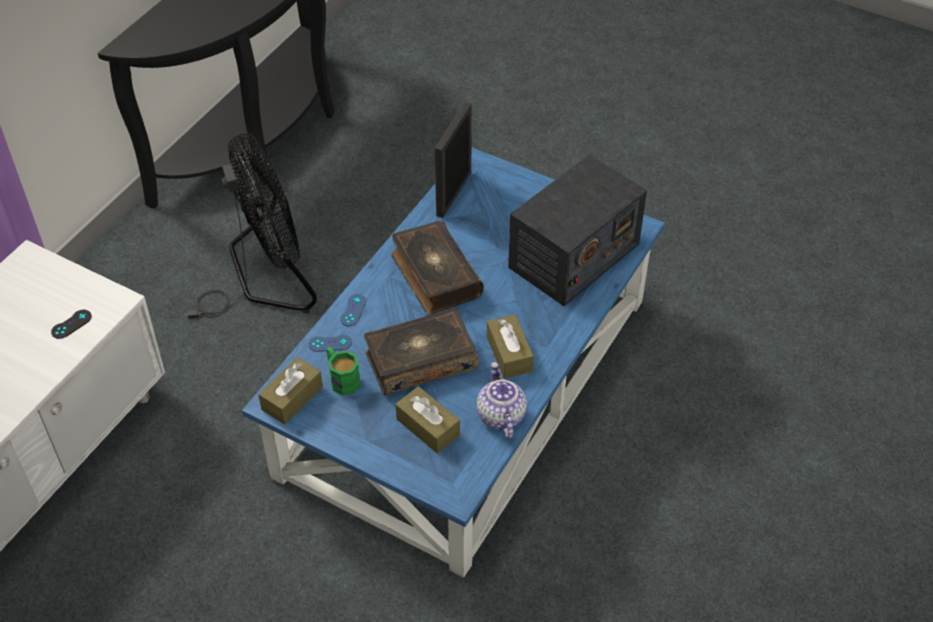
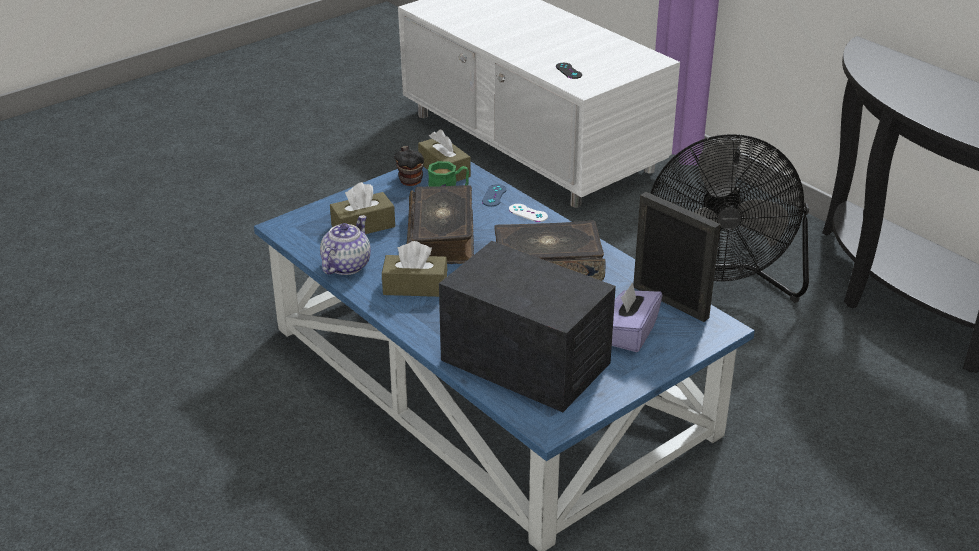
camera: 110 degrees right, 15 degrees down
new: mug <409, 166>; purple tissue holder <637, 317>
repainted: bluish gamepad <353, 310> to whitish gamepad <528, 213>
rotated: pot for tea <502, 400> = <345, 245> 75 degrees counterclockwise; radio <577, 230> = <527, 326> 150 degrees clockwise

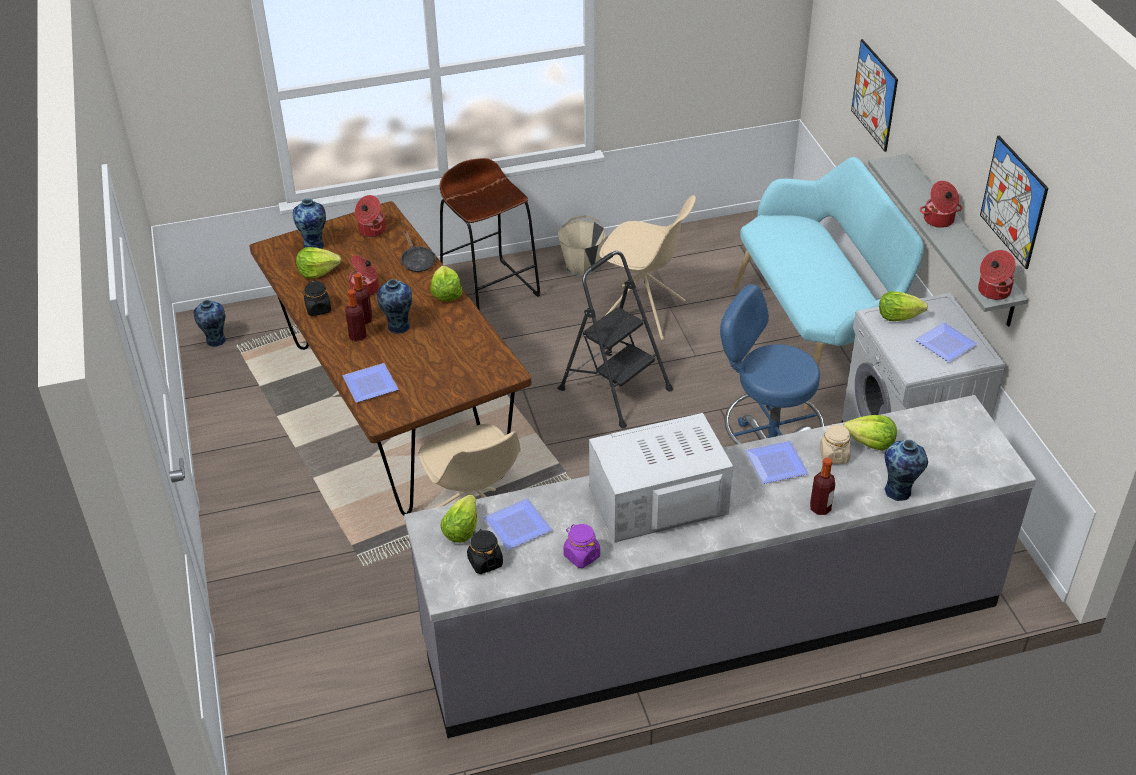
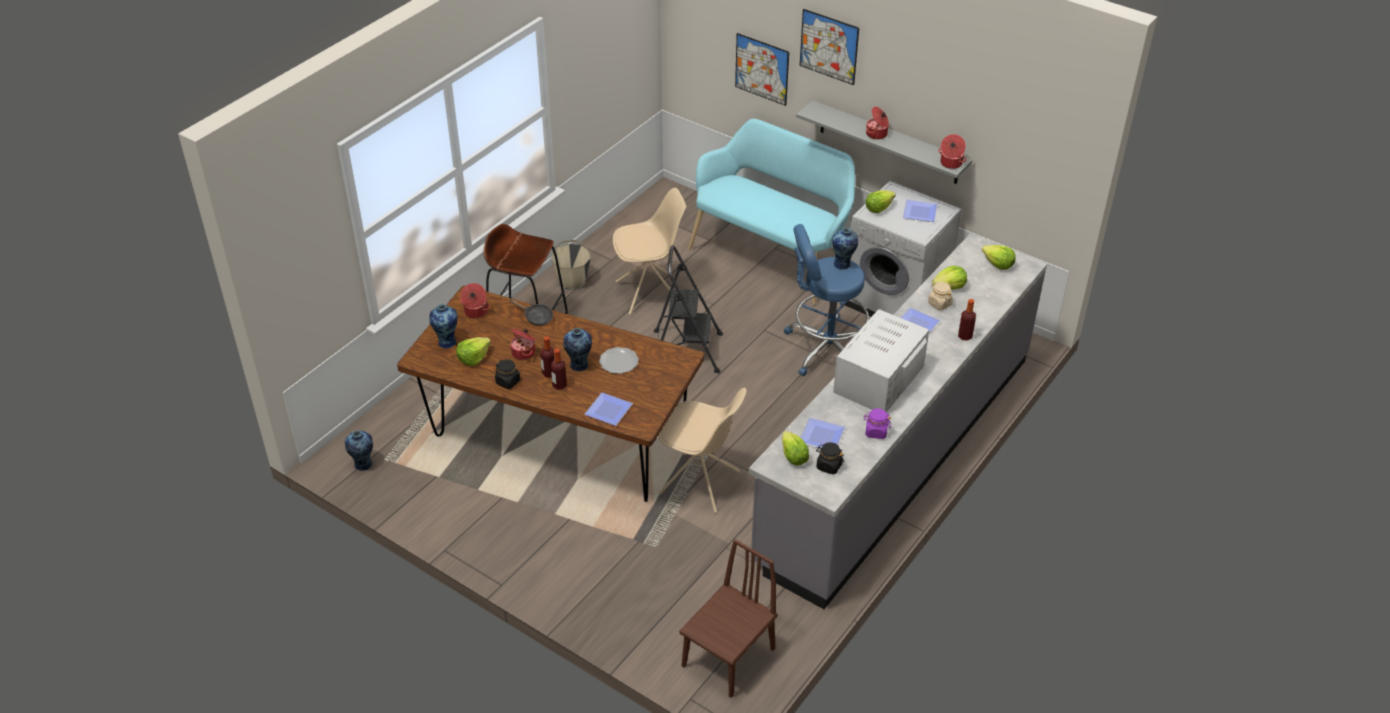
camera: 40 degrees left, 0 degrees up
new: dinner plate <619, 360>; brown-coloured chair <728, 618>
shifted: head of lettuce <446, 283> to <999, 257>; vase <906, 470> to <845, 248>; wall art <1014, 202> to <829, 47>

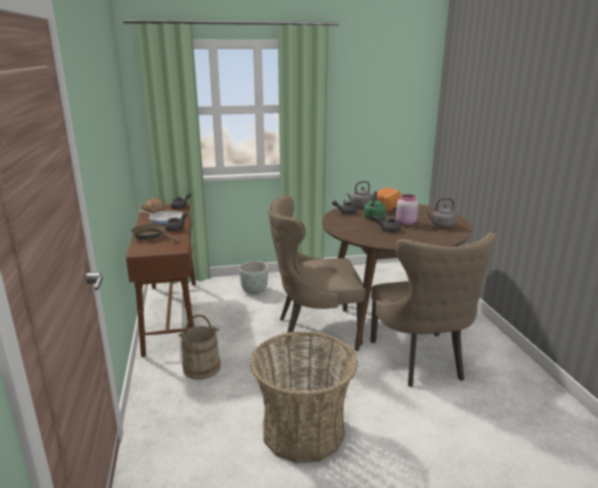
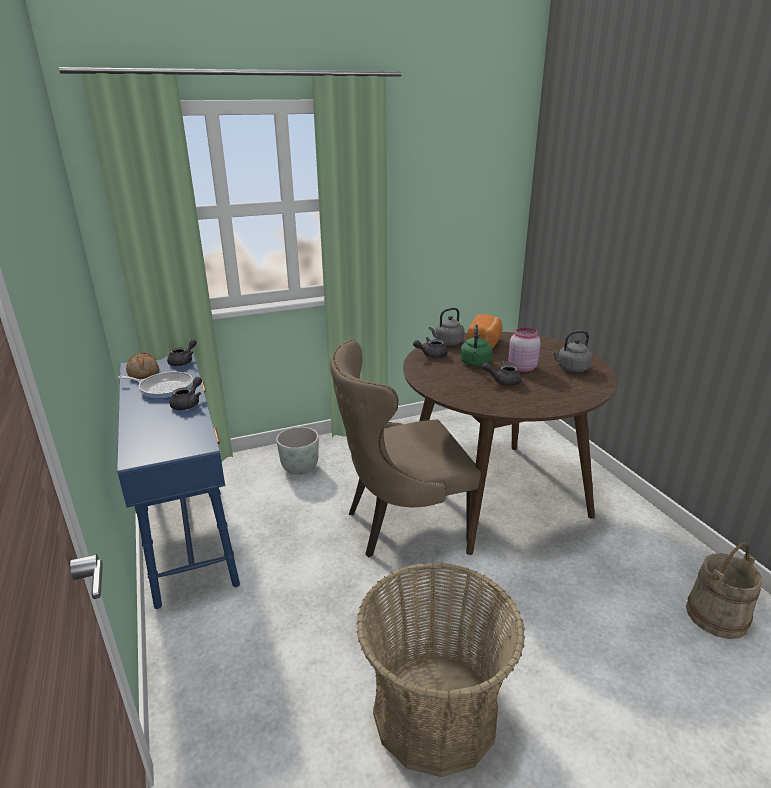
camera: 10 degrees left, 5 degrees up
gone: brown-coloured pan <156, 233>; beige chair <433, 309>
shifted: beige bucket <199, 347> to <724, 591>
repainted: brown-coloured narrow table <161, 280> to bluish narrow table <178, 481>

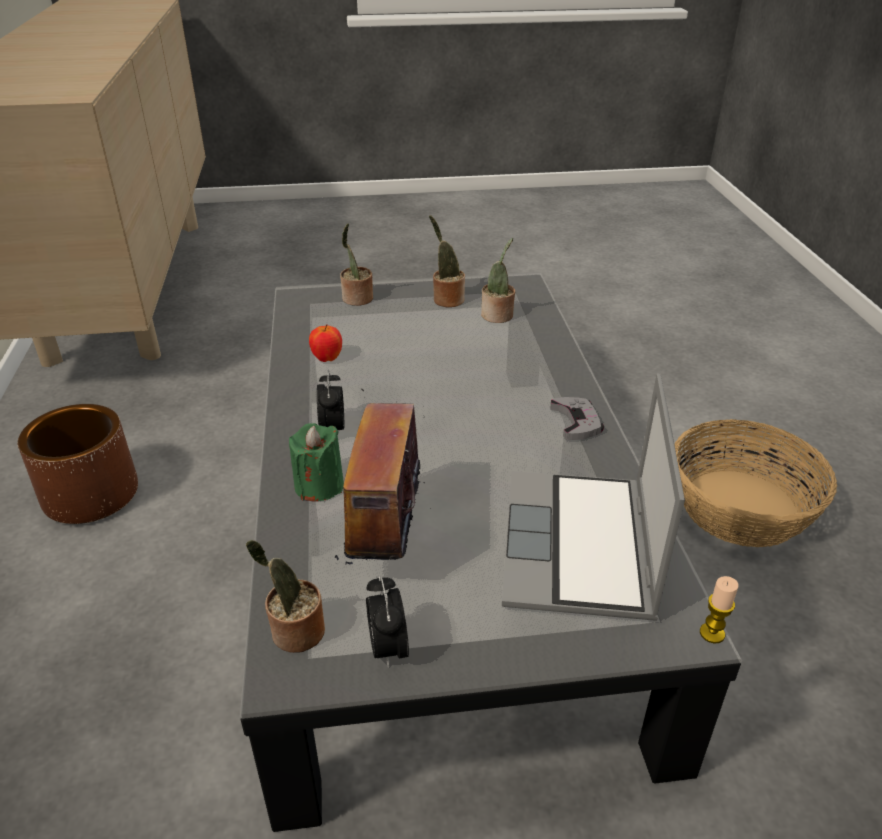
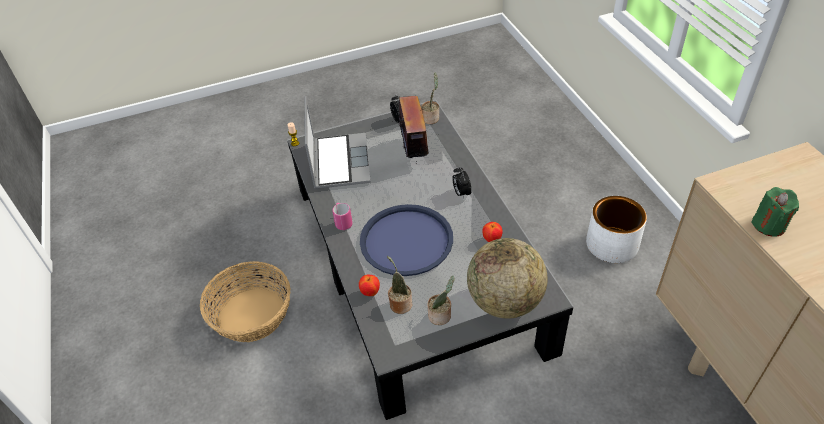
camera: 170 degrees right, 10 degrees up
new: apple <369, 285>; bluish tray <406, 240>
shifted: green wax light <316, 462> to <775, 212>
swapped: plant in a pot <356, 264> to world globe <507, 278>; greyish gamepad <577, 418> to pink mug <342, 216>
repainted: brown-coloured flower pot <78, 464> to whitish flower pot <616, 229>

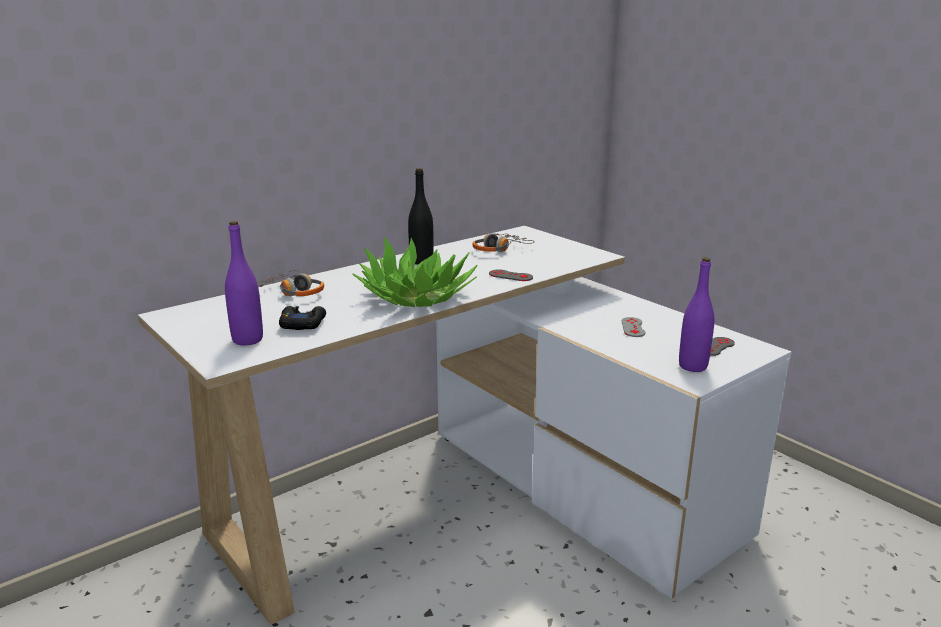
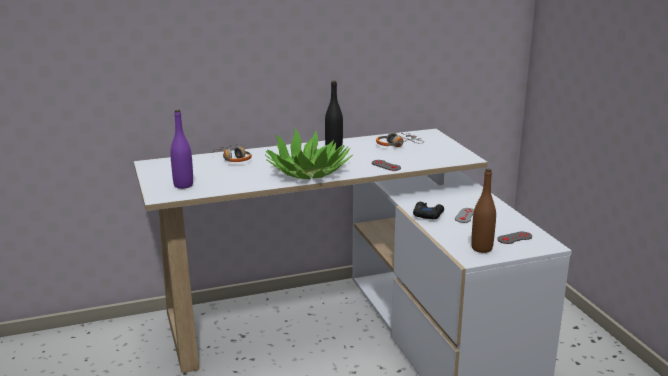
camera: 20 degrees right, 0 degrees up
shifted: black-coloured gamepad <302, 318> to <428, 210>
repainted: purple bottle <697, 314> to brown-coloured bottle <483, 210>

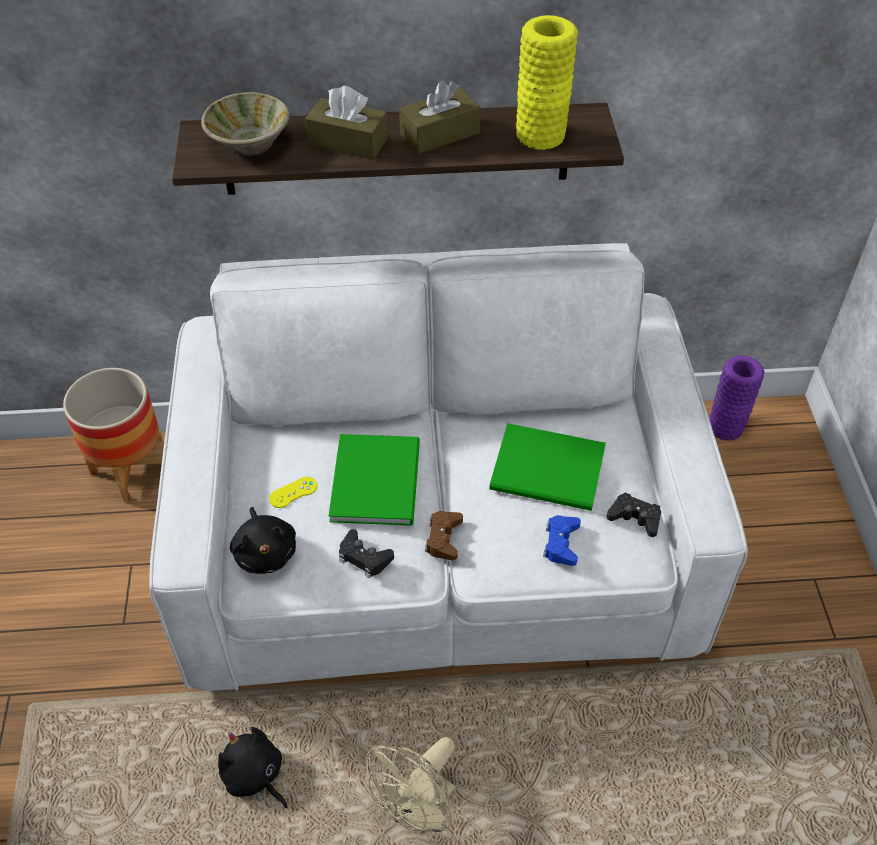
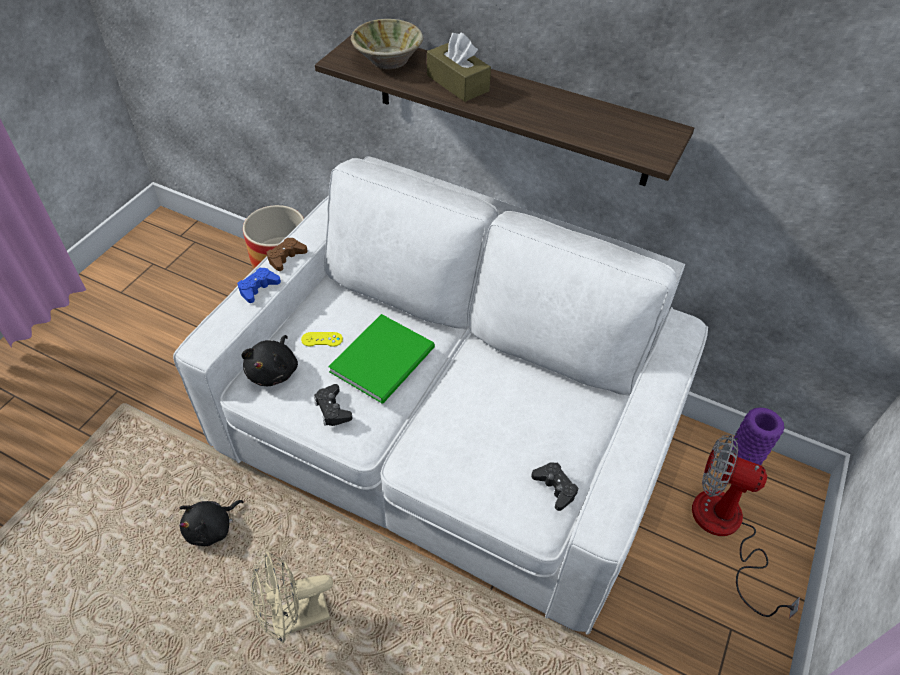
camera: 30 degrees right, 0 degrees up
gone: brown-coloured tissue holder <439, 117>; green volume <547, 467>; yellow-coloured vase <547, 82>
new: cooling fan <746, 526>
shifted: brown-coloured gamepad <444, 535> to <287, 254>; bluish gamepad <562, 540> to <259, 285>
rotated: black-coloured plush toy <253, 768> = <211, 523> 120 degrees counterclockwise

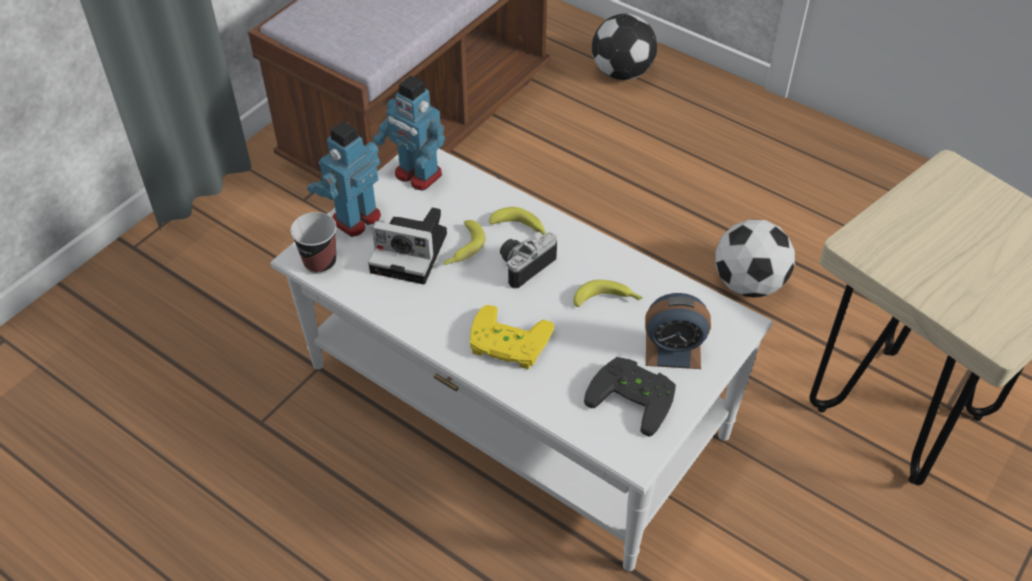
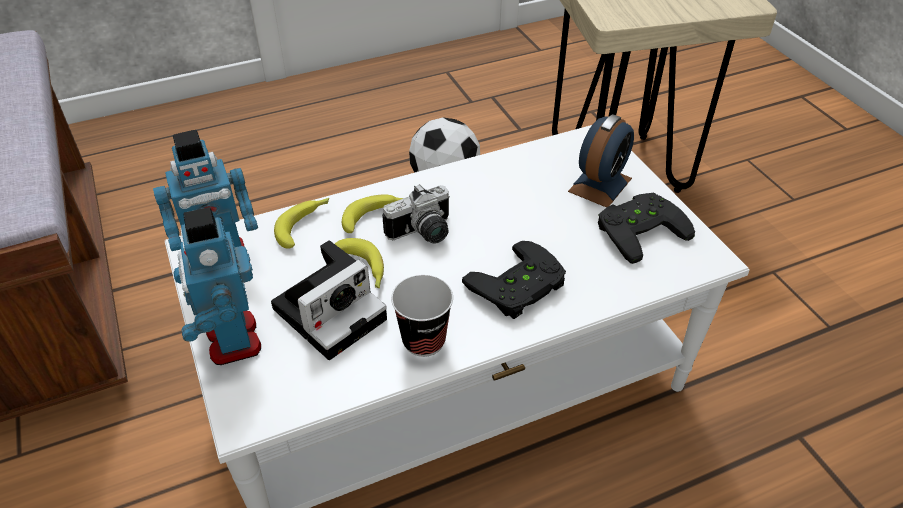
camera: 60 degrees left, 5 degrees down
gone: football <624, 46>
shifted: small cup <313, 243> to <422, 316>; banana fruit <608, 293> to <301, 223>
repainted: yellow-coloured gamepad <512, 337> to black-coloured gamepad <514, 280>
rotated: still camera <528, 261> = <416, 214> 105 degrees counterclockwise

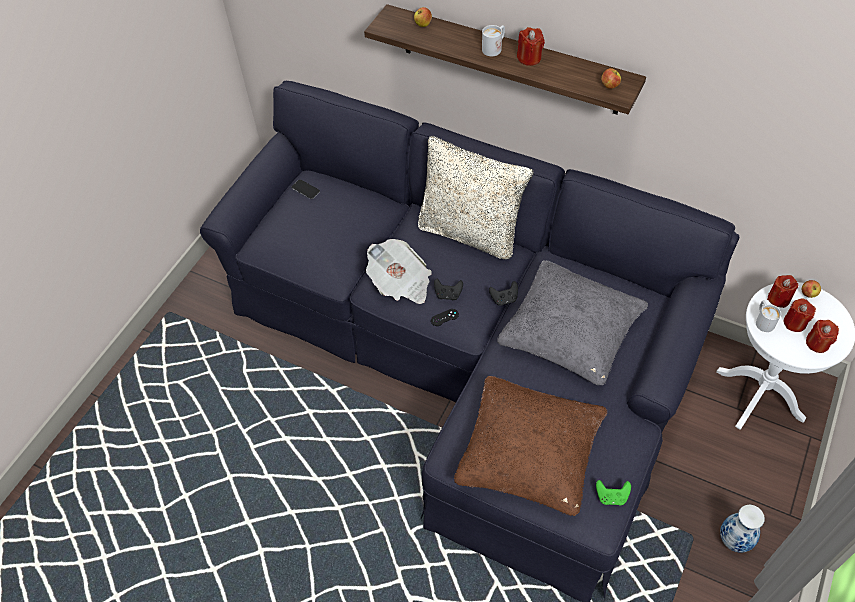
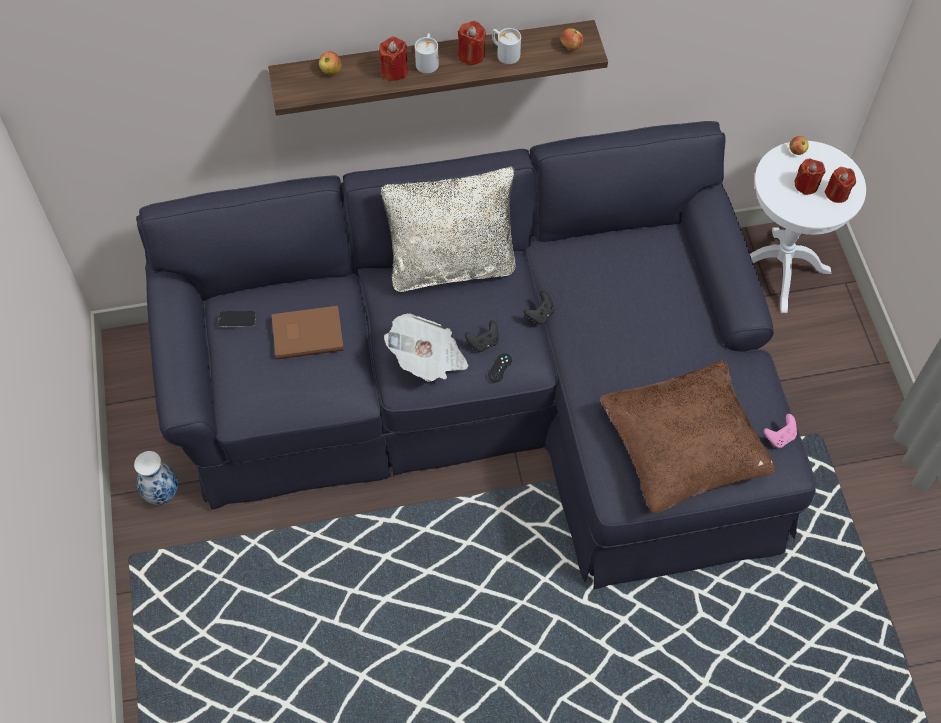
camera: 40 degrees left, 5 degrees up
gone: greyish throw pillow <572, 323>
new: brown-coloured volume <308, 333>
shifted: vase <742, 529> to <156, 478>; whitish mug <768, 316> to <506, 46>; red-coloured wax light <782, 291> to <393, 59>
repainted: green gamepad <613, 493> to pink gamepad <780, 431>

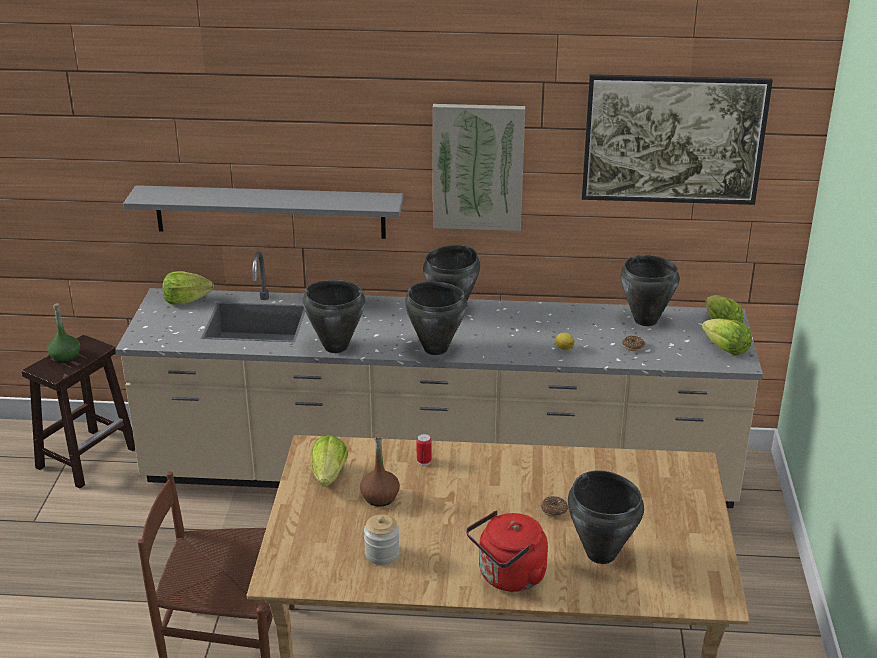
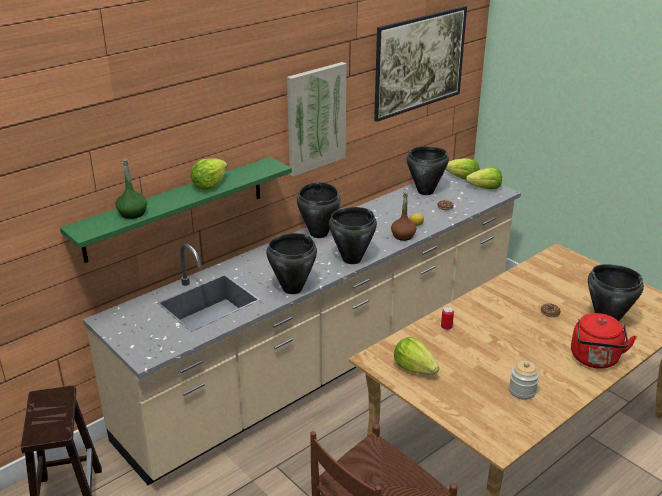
camera: 45 degrees left, 0 degrees up
shifted: green bottle <63, 333> to <131, 188>; head of lettuce <188, 288> to <209, 174>; brown-coloured bottle <380, 470> to <404, 216>
repainted: greyish shelf <263, 212> to green shelf <176, 210>

